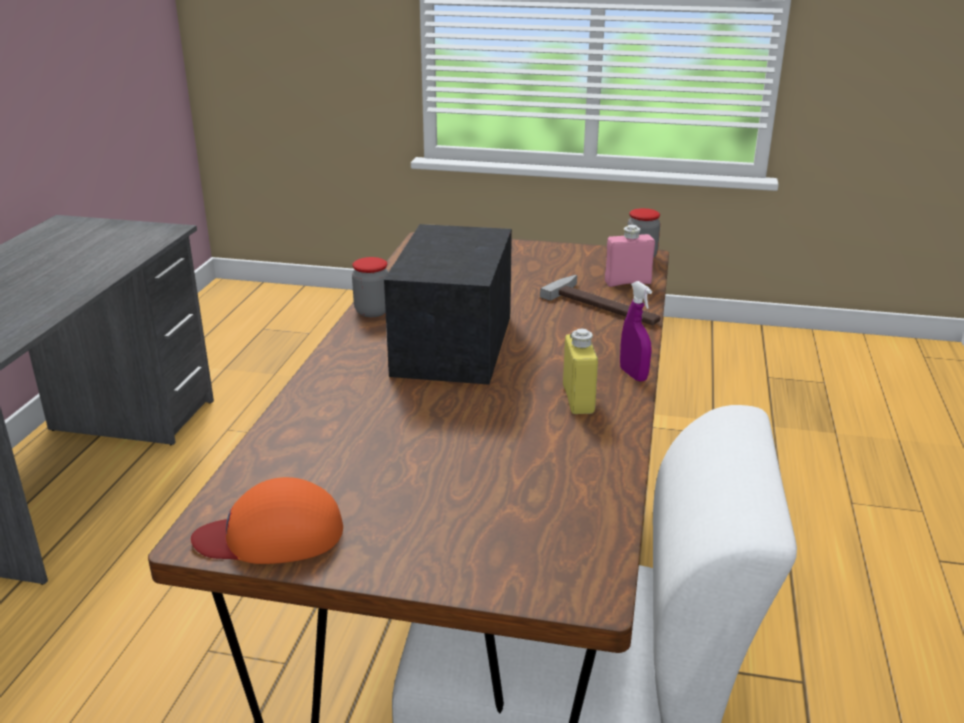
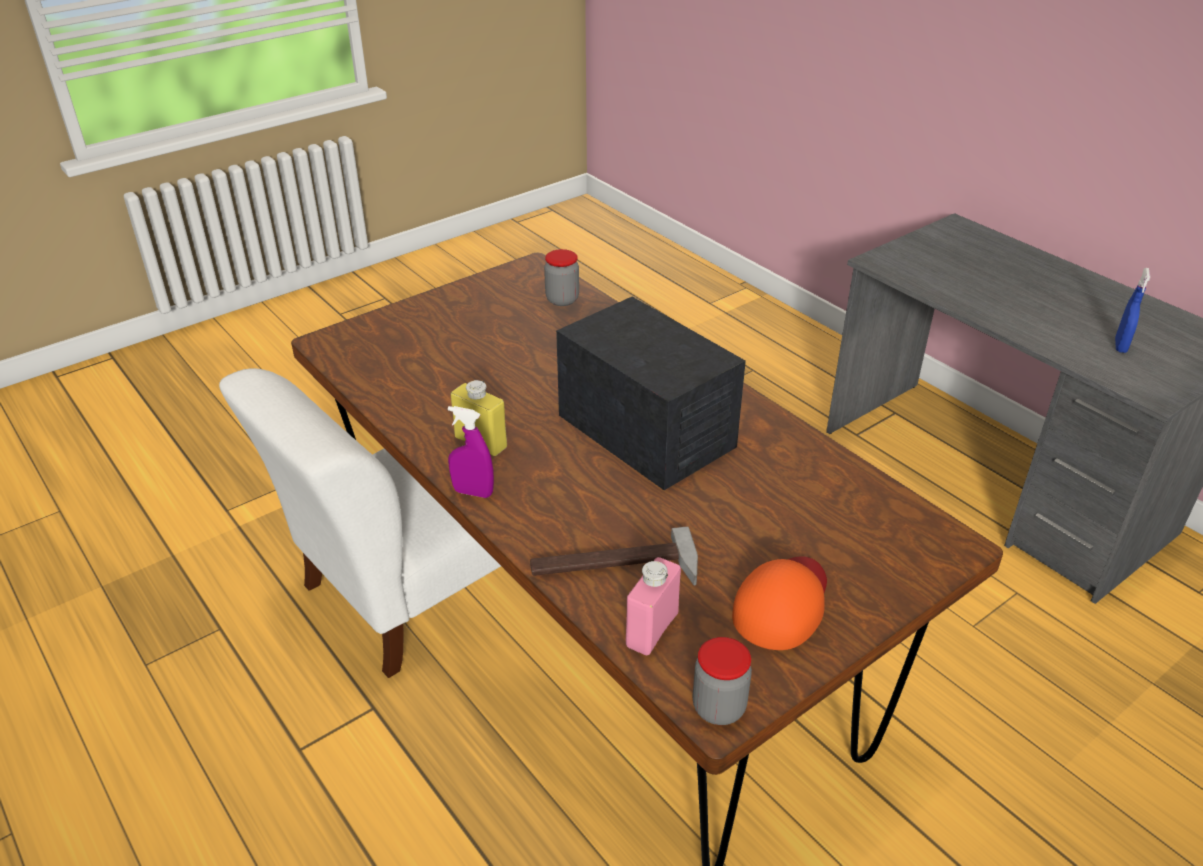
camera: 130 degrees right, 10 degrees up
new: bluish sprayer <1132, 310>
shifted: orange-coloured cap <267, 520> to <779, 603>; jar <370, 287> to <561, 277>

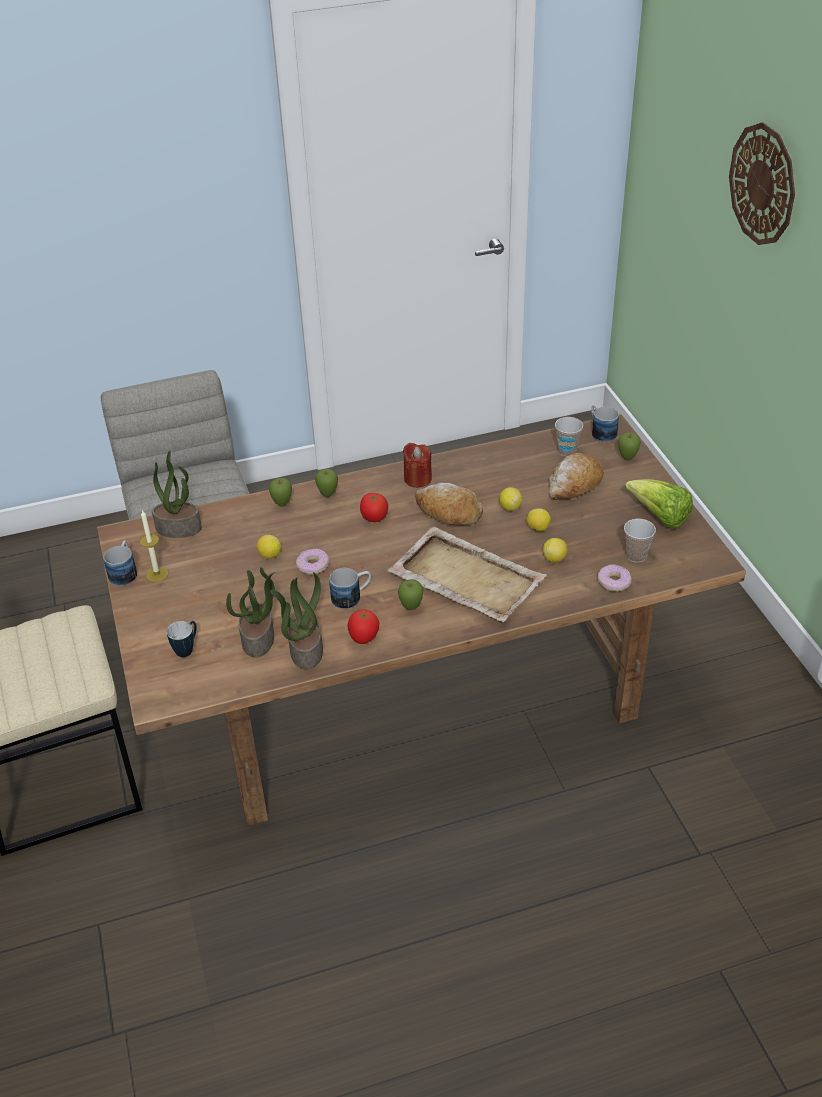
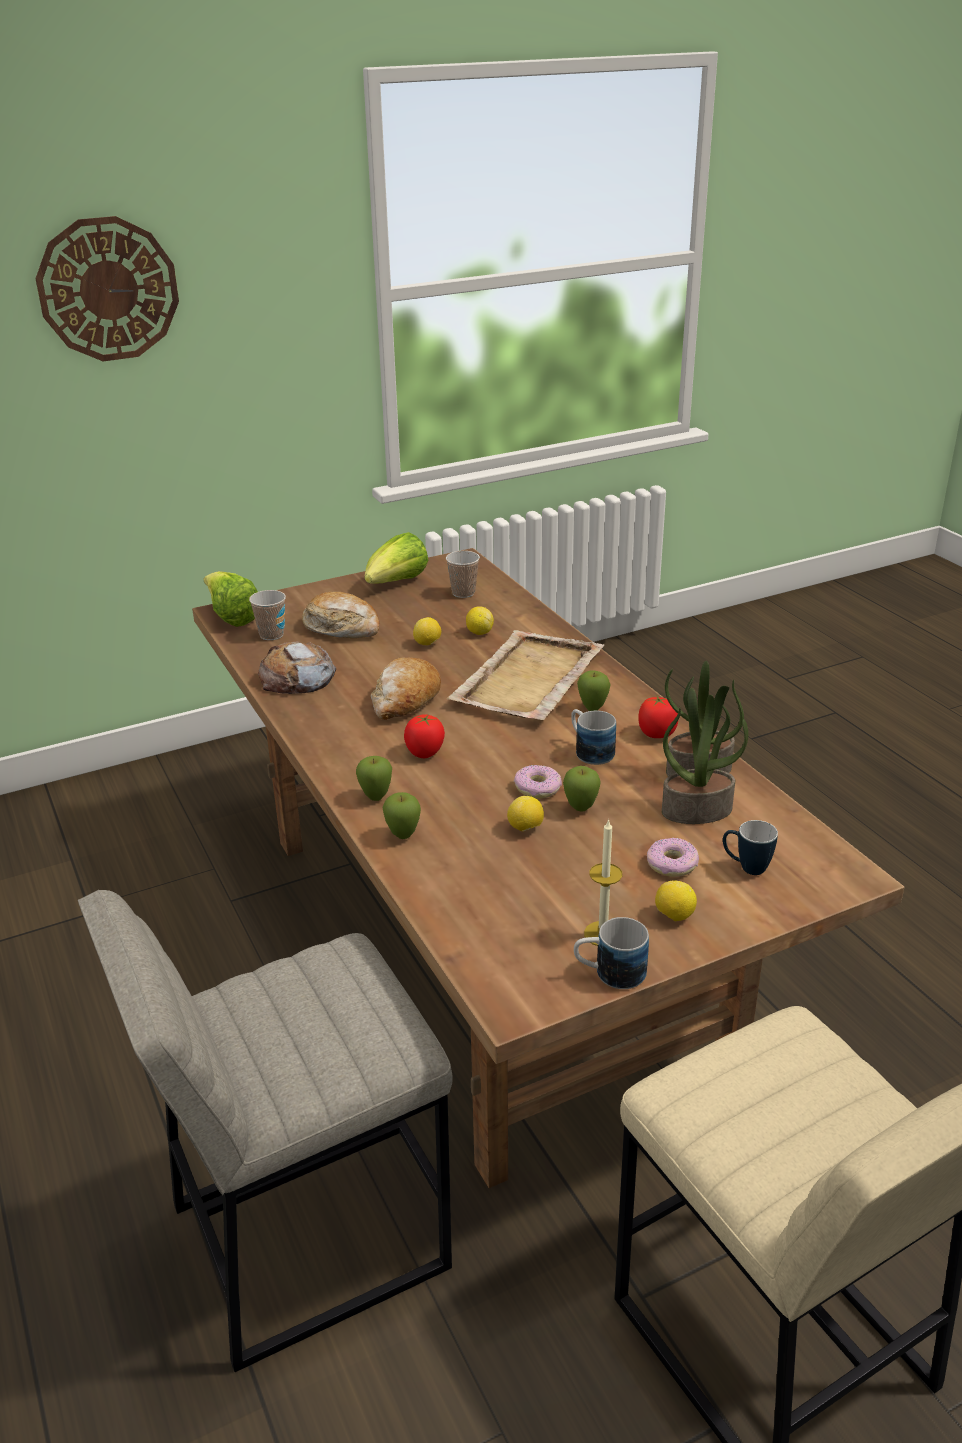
camera: 100 degrees left, 10 degrees down
gone: plant in a pot <177, 494>; red-coloured wax light <417, 465>
new: bakery bread <297, 667>
shifted: lemon <510, 499> to <676, 901>; donut <614, 578> to <673, 857>; apple <629, 446> to <582, 788>
swapped: mug <605, 423> to head of lettuce <231, 599>

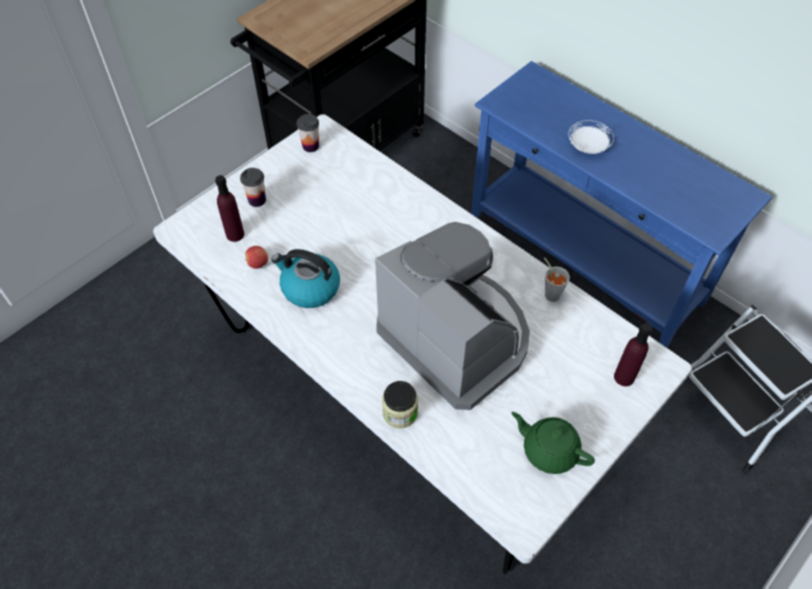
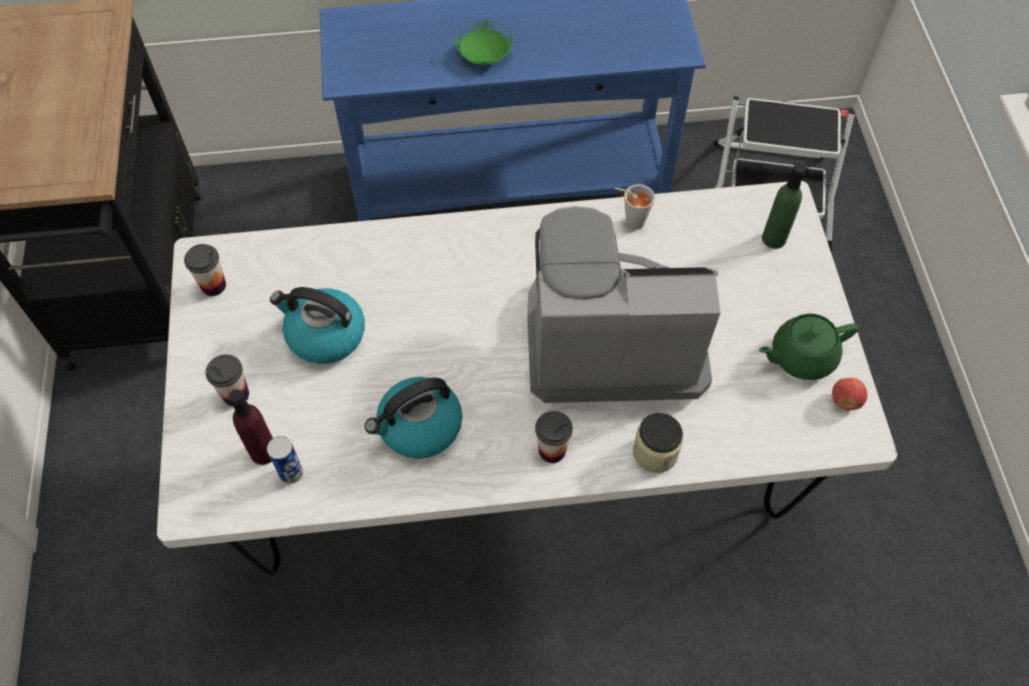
camera: 50 degrees left, 5 degrees up
new: metal can <285, 460>; kettle <317, 325>; small cup <554, 437>
shifted: apple <256, 257> to <849, 394>
repainted: whitish dinner plate <591, 137> to green dinner plate <484, 42>; purple bottle <633, 354> to green bottle <784, 206>

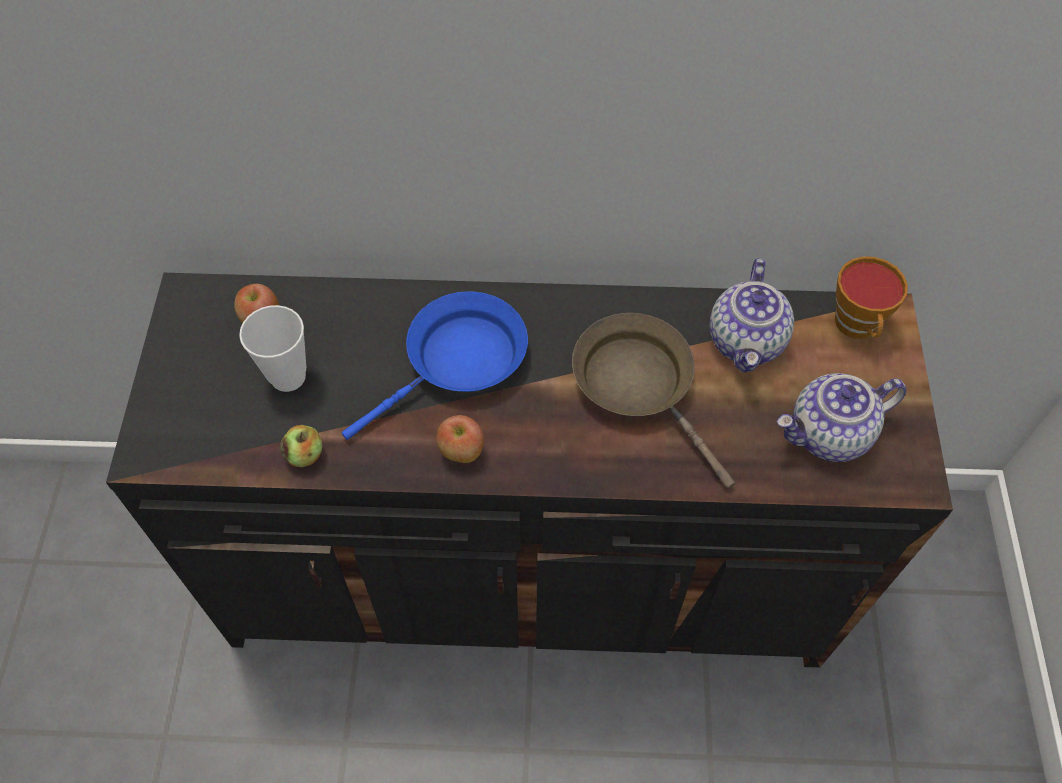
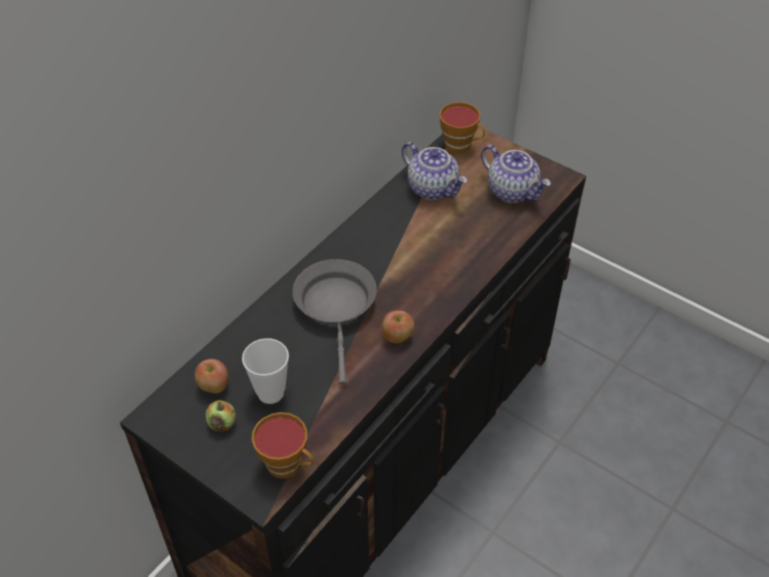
camera: 55 degrees left, 10 degrees down
gone: brown-coloured pan <653, 400>
new: small cup <283, 445>
shifted: apple <301, 446> to <221, 416>
repainted: bluish pan <435, 365> to greyish pan <335, 322>
rotated: pot for tea <842, 417> = <516, 174> 60 degrees counterclockwise

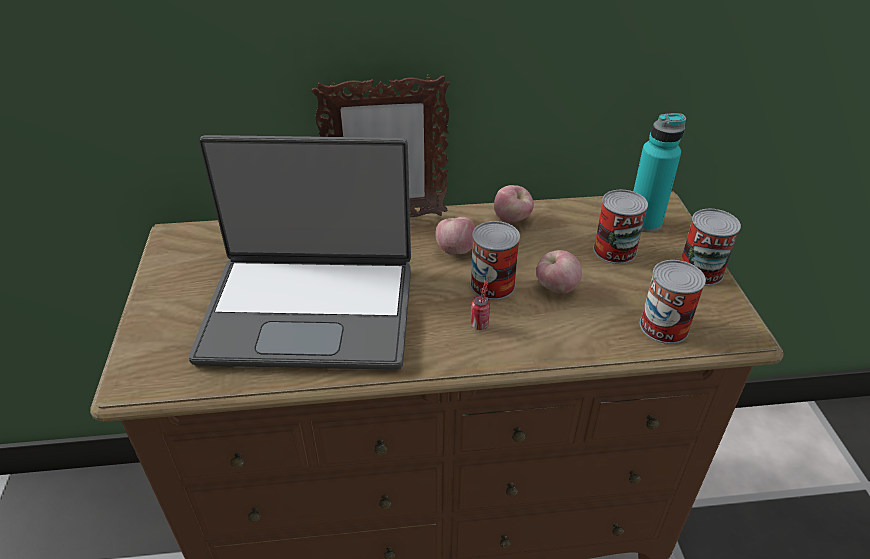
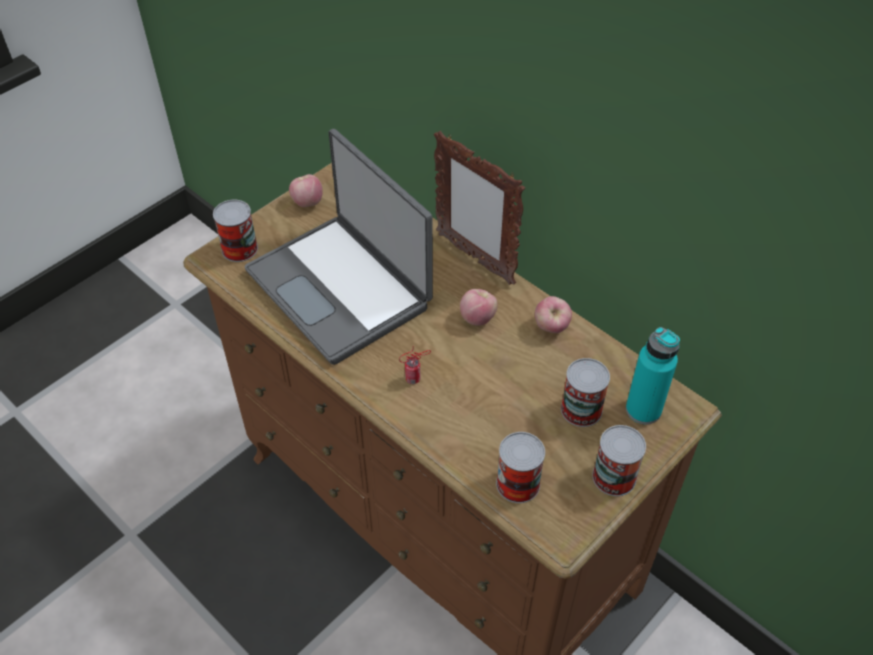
camera: 50 degrees right, 10 degrees up
shifted: metal can <495, 260> to <235, 230>; apple <559, 272> to <306, 190>

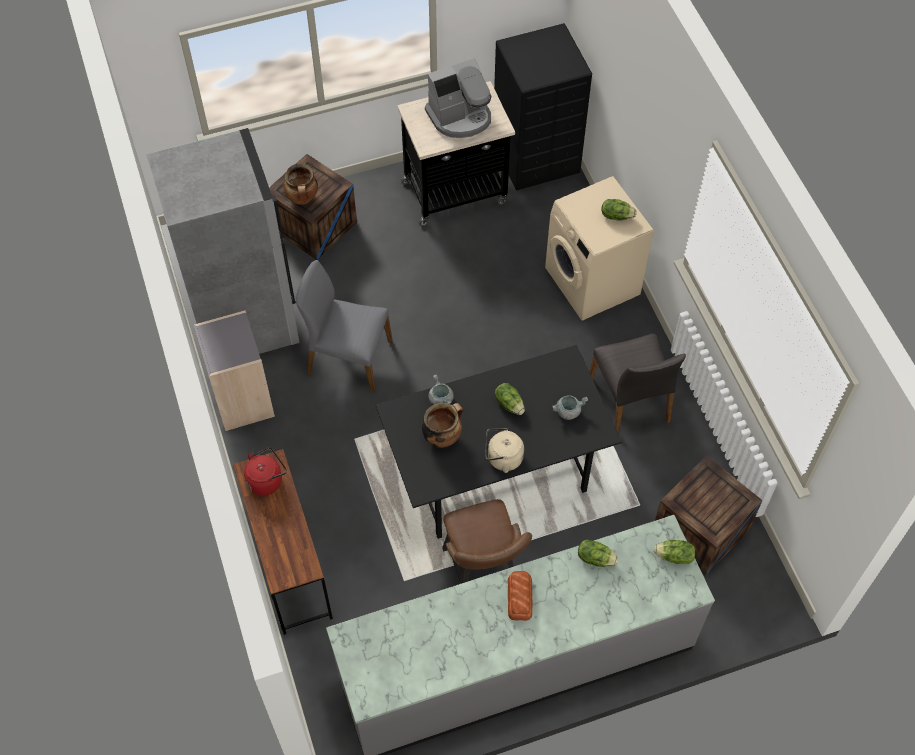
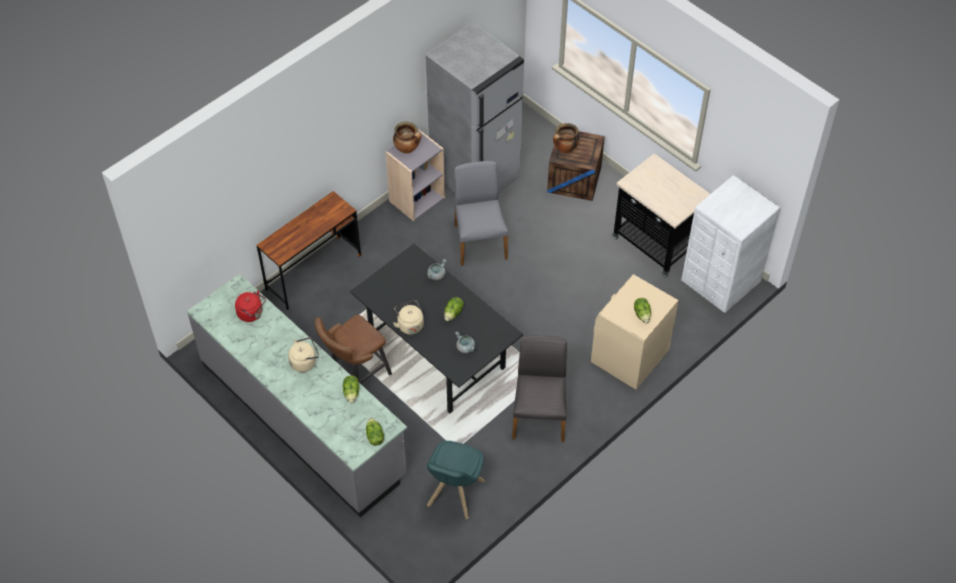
camera: 65 degrees right, 5 degrees down
gone: coffee machine <458, 98>
shifted: red-coloured kettle <265, 471> to <250, 306>; cooking pot <442, 425> to <407, 138>
swapped: bakery bread <520, 596> to beige kettle <303, 354>; crate <709, 515> to turquoise-coloured chair <456, 480>
repainted: black-coloured chest of drawers <543, 106> to whitish chest of drawers <730, 244>
rotated: greyish chair <637, 384> = <539, 388> 135 degrees clockwise

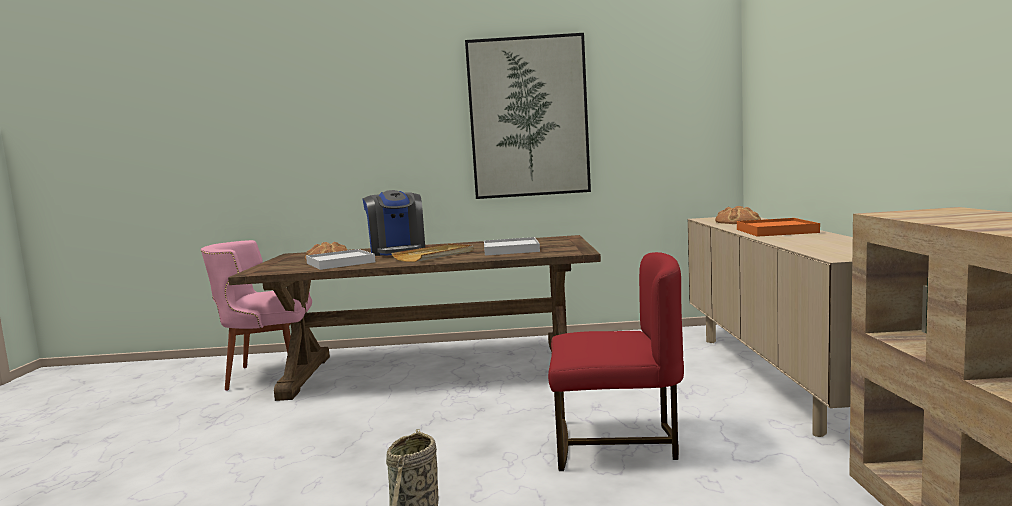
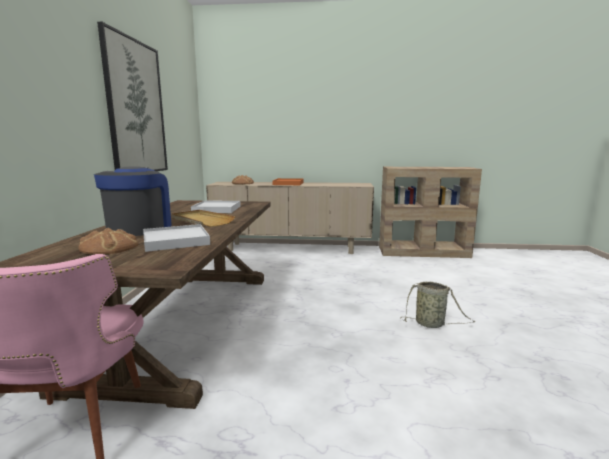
camera: 85 degrees left, 5 degrees up
gone: red-coloured chair <616, 361>
rotated: coffee machine <393, 223> = <133, 201> 75 degrees counterclockwise

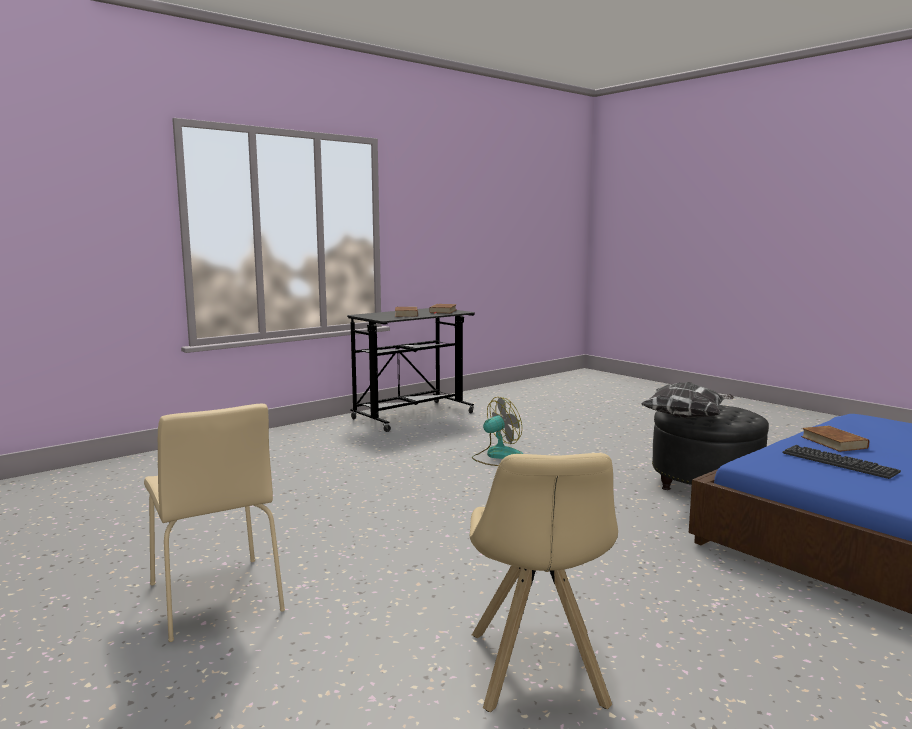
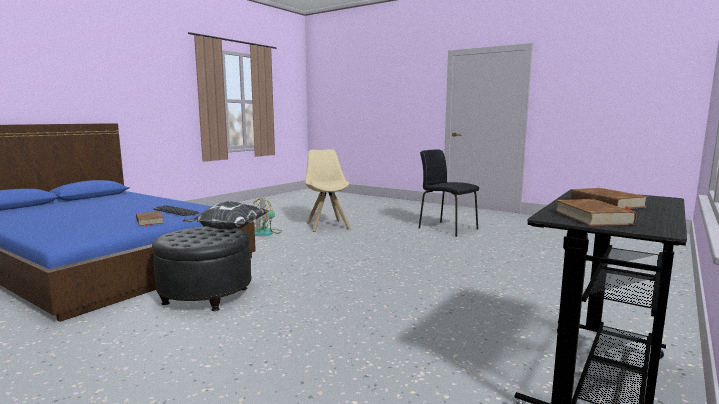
camera: 165 degrees right, 0 degrees up
shifted: cooling fan <497, 431> to <267, 217>
repainted: beige chair <214, 523> to black-coloured chair <448, 193>

